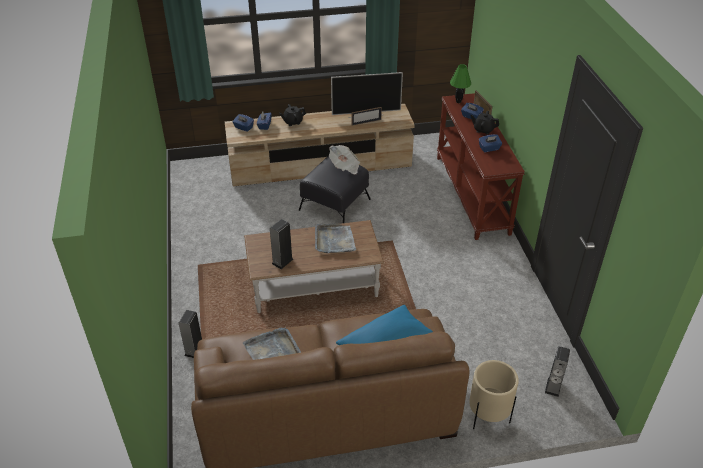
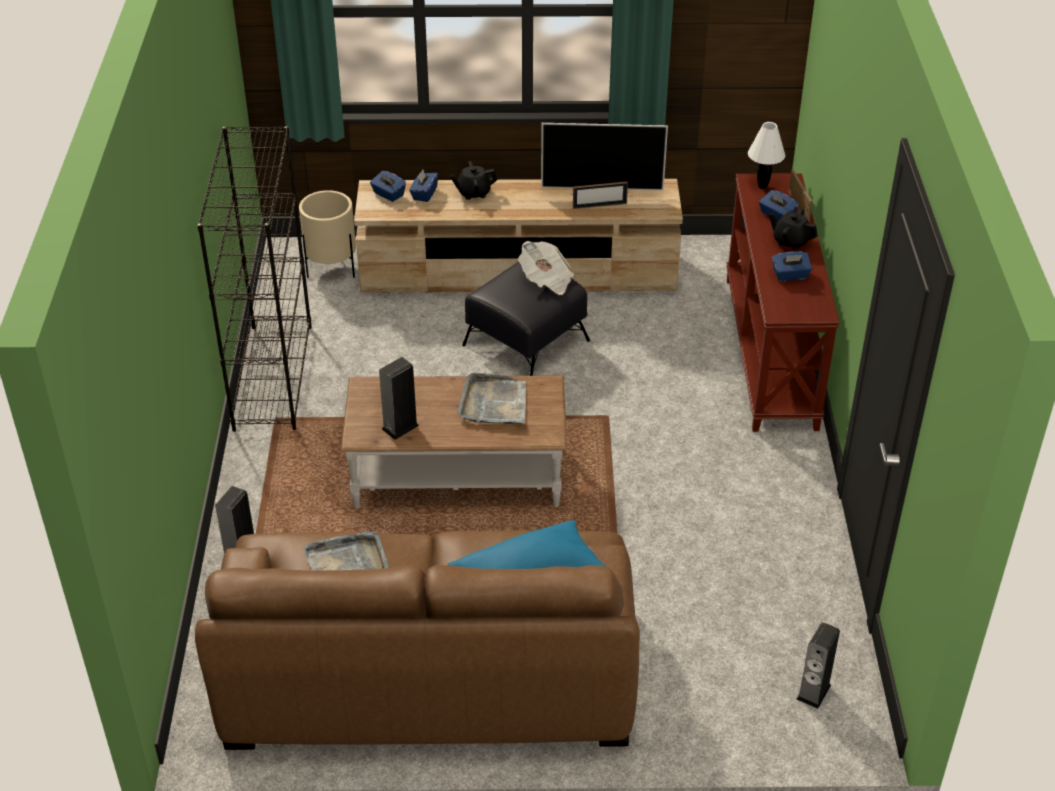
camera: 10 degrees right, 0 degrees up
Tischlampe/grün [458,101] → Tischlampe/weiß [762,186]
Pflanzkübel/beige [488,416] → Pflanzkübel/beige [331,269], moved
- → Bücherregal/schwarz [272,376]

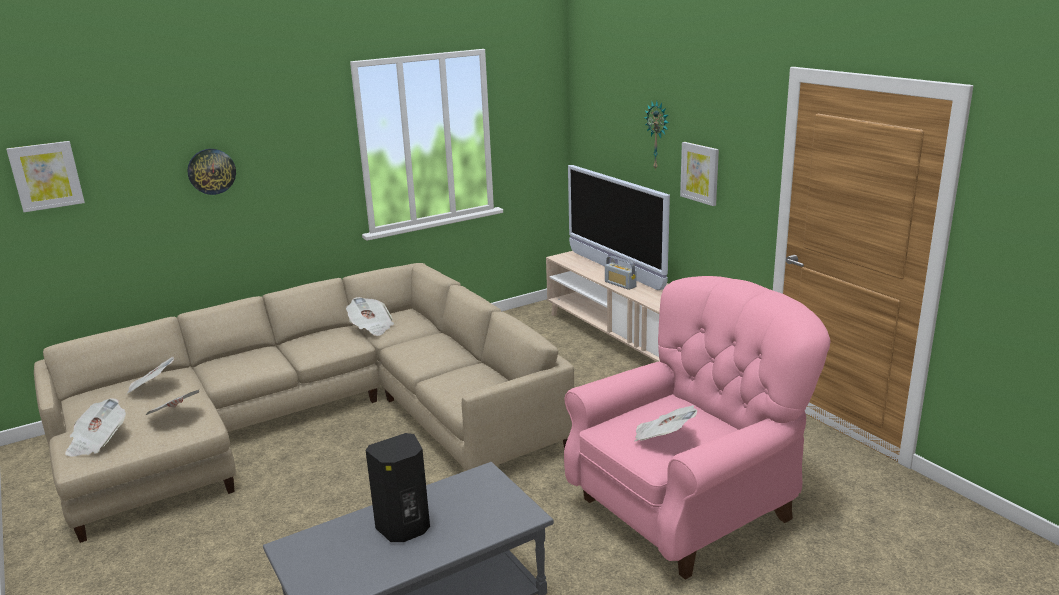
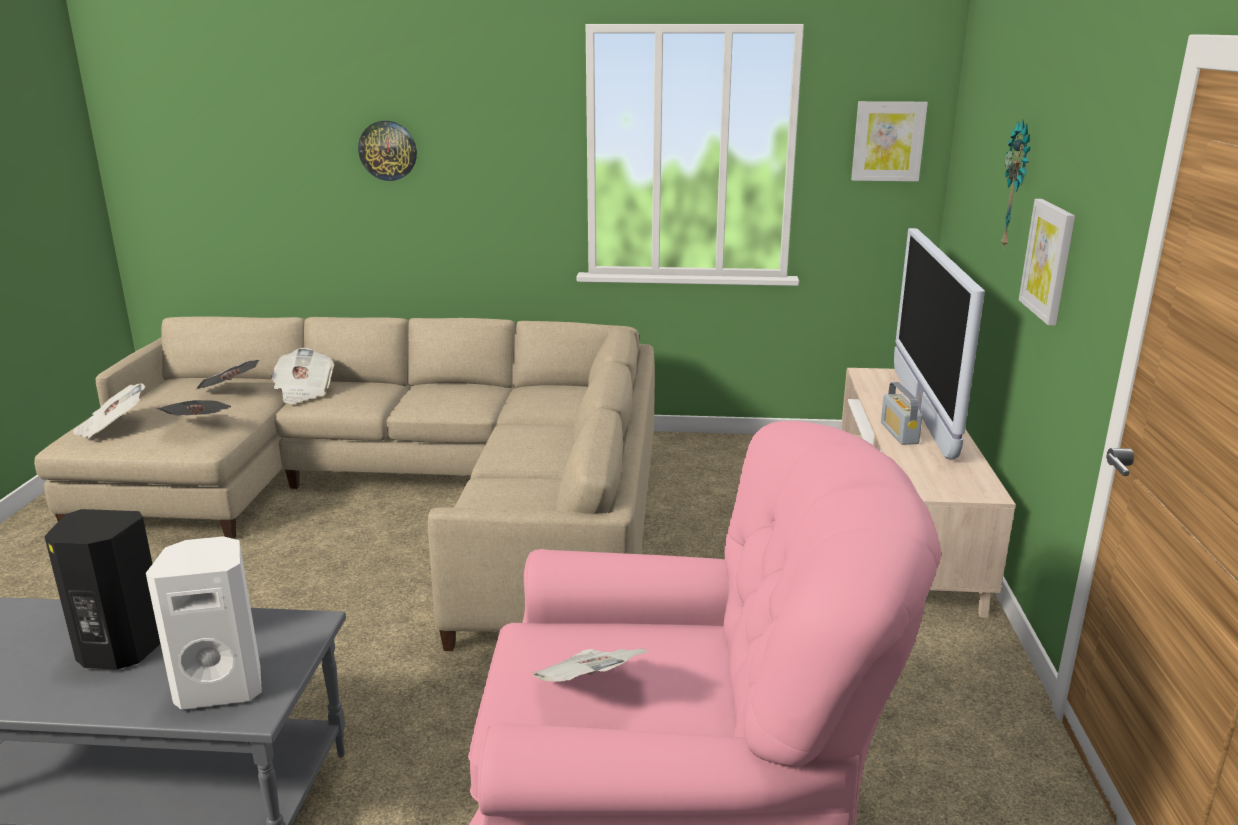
camera: 35 degrees right, 0 degrees up
Bild [46,176] → Bild [888,141], moved
Zeitung [371,327] → Zeitung [303,392], moved
- → Lautsprecher/weiß [222,686]

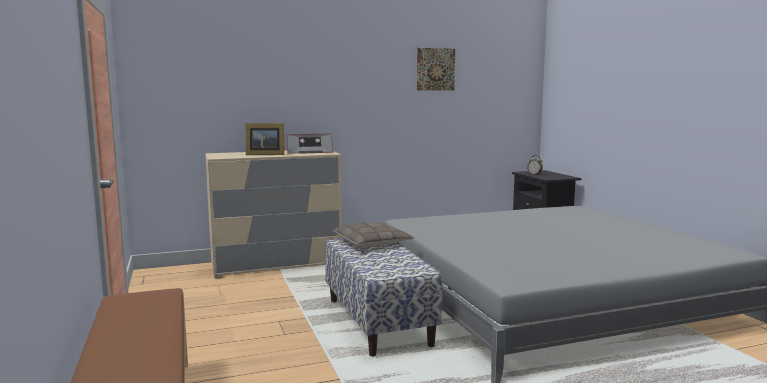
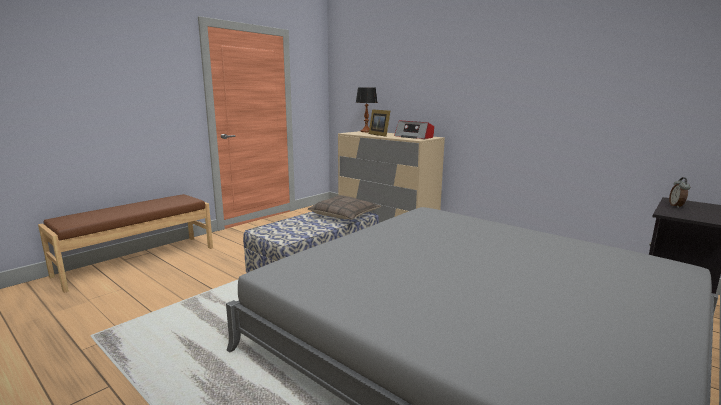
camera: 60 degrees right, 5 degrees up
Bild [435,69] → -
- → Tischlampe [366,131]

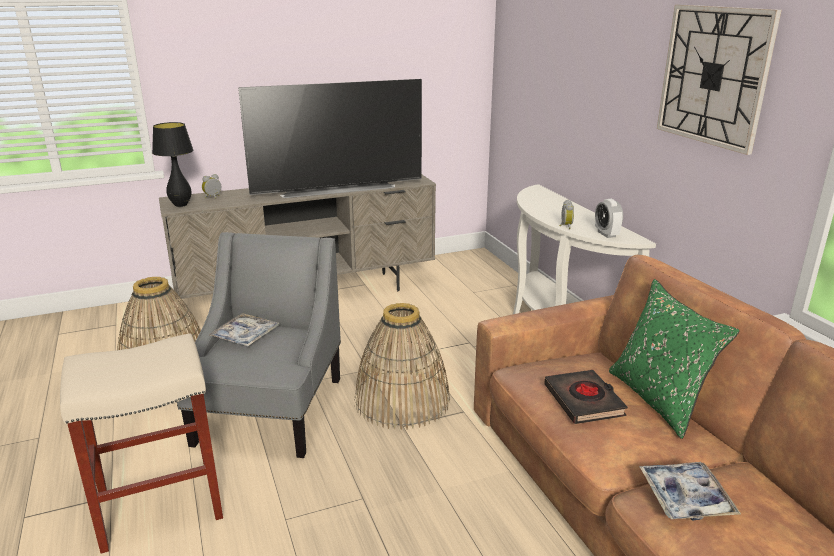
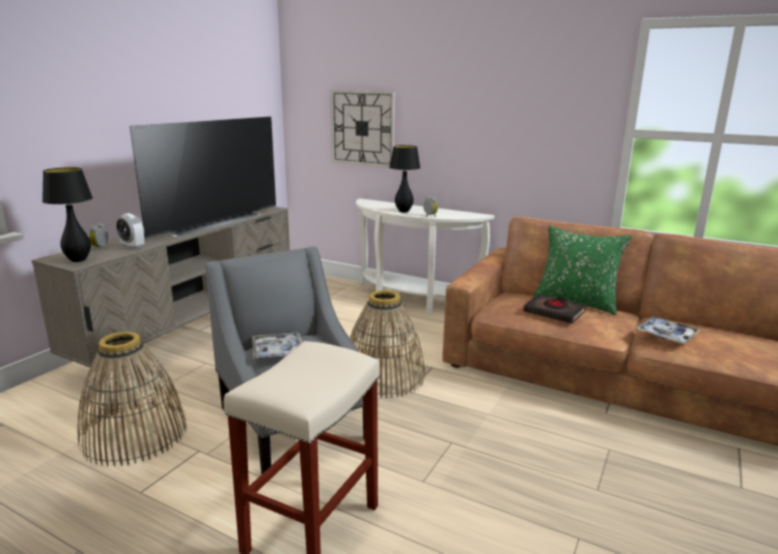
camera: 40 degrees left, 5 degrees down
Wecker [606,234] → Wecker [132,246], moved
Wanduhr [713,76] → Wanduhr [362,128], moved
- → Tischlampe/schwarz [404,211]

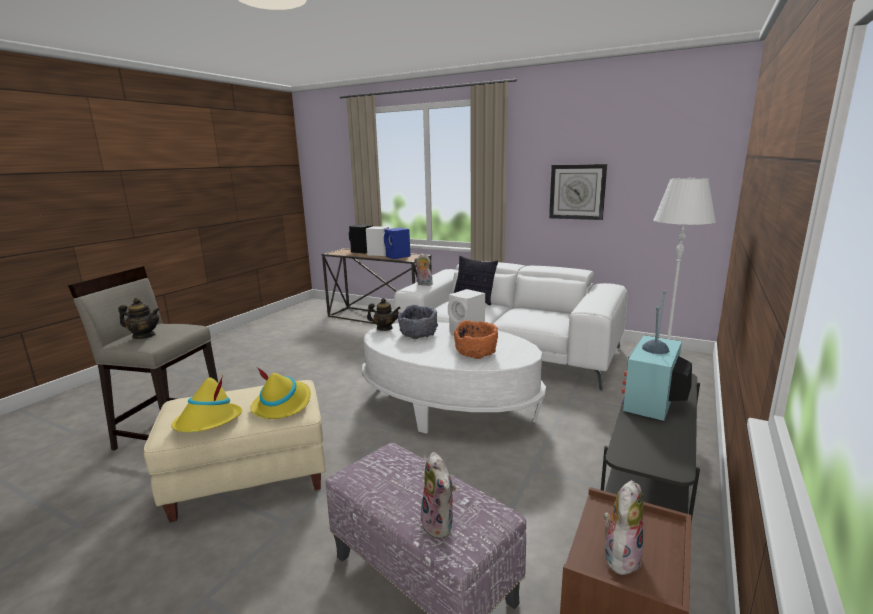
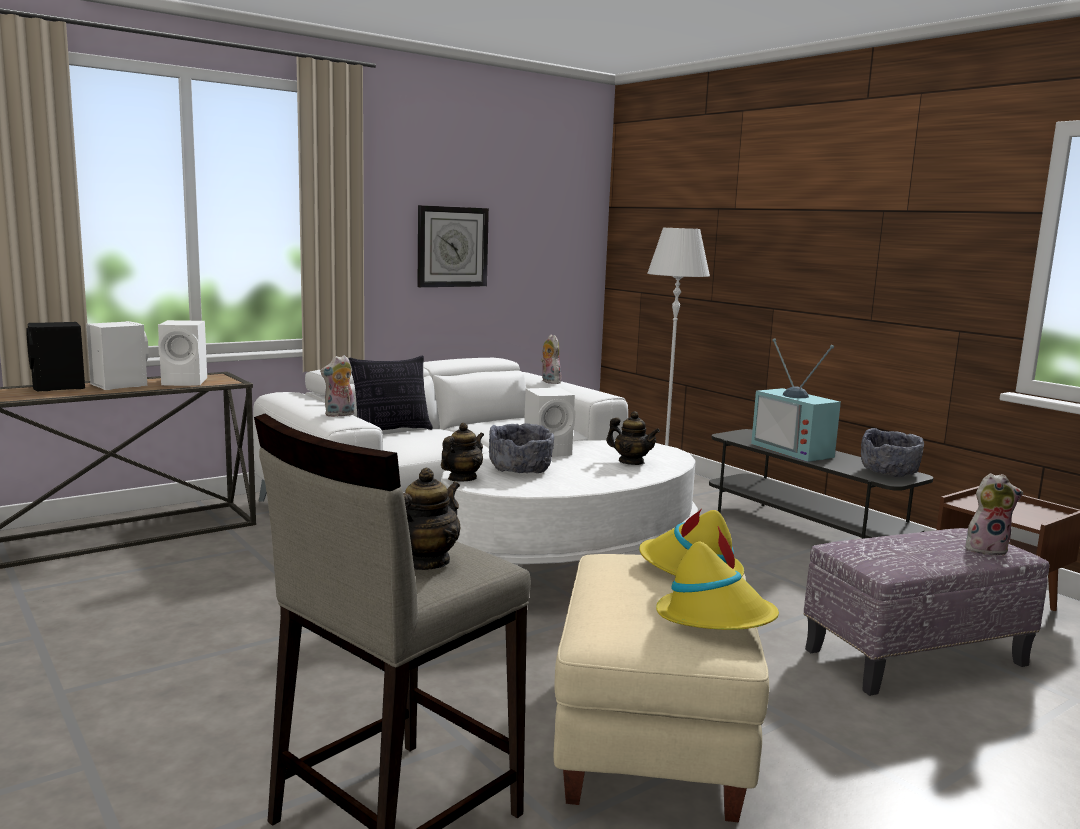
camera: 65 degrees left, 5 degrees down
Lautsprecher/blau [398,257] → Lautsprecher/weiß [186,382]
Schüssel/orange [476,353] → Teekanne [631,462]
Plüschtier [620,556] → Plüschtier [549,382], moved
- → Schüssel/grau [889,472]

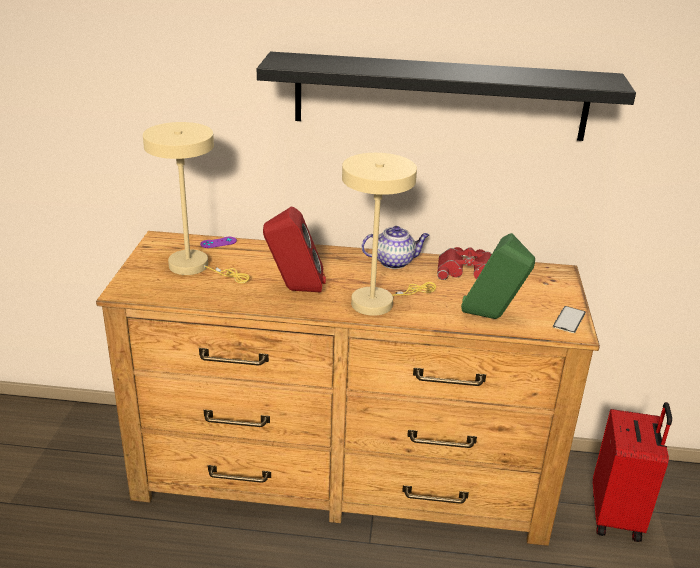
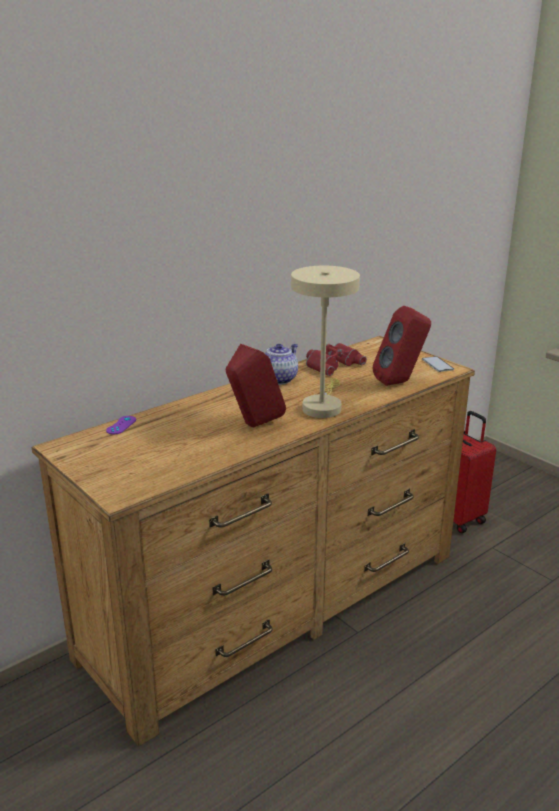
camera: 45 degrees left, 5 degrees down
Tischlampe/beige [195,267] → -
Wandregal/schwarz [440,96] → -
Lautsprecher/grün [492,317] → Lautsprecher/rot [401,382]

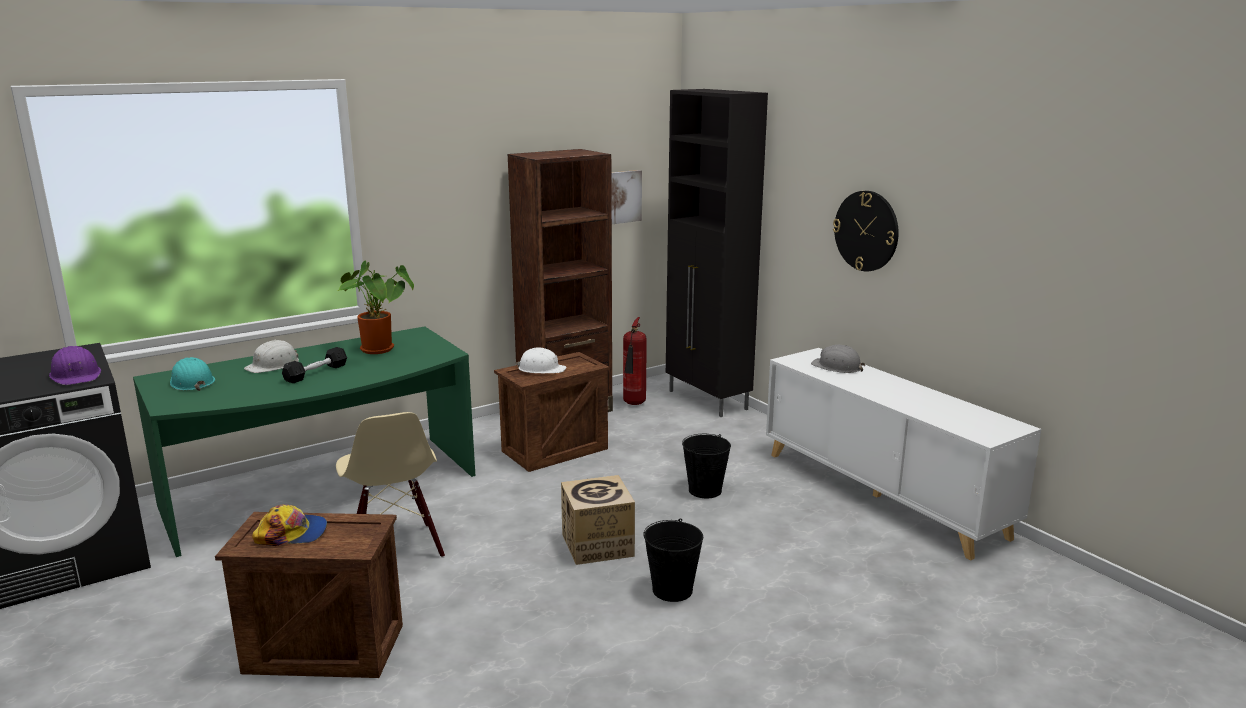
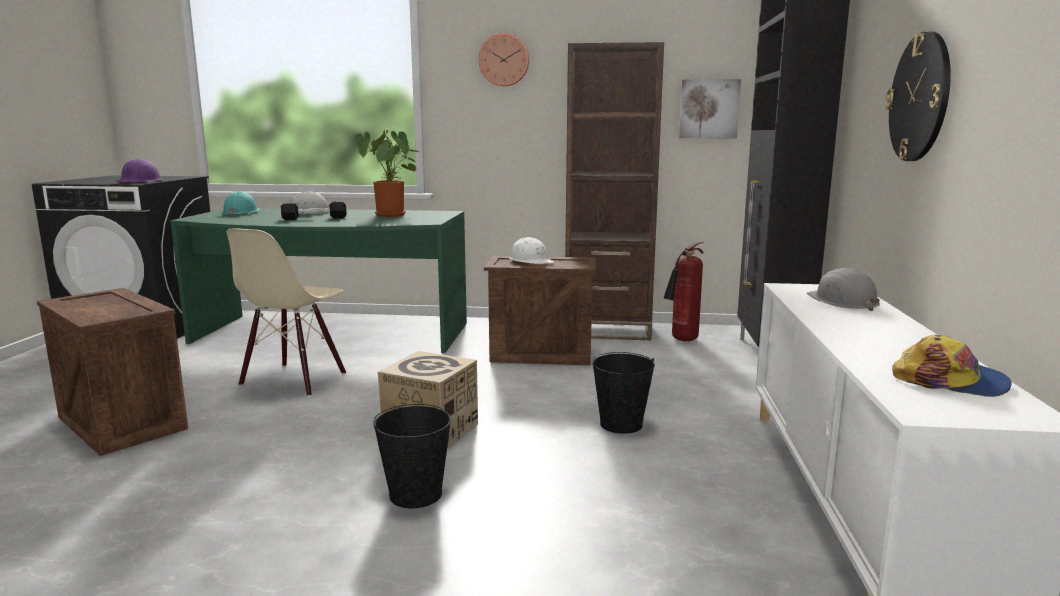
camera: 40 degrees right, 5 degrees down
Kappe [292,533] → Kappe [950,381], moved
- → Wanduhr [504,60]

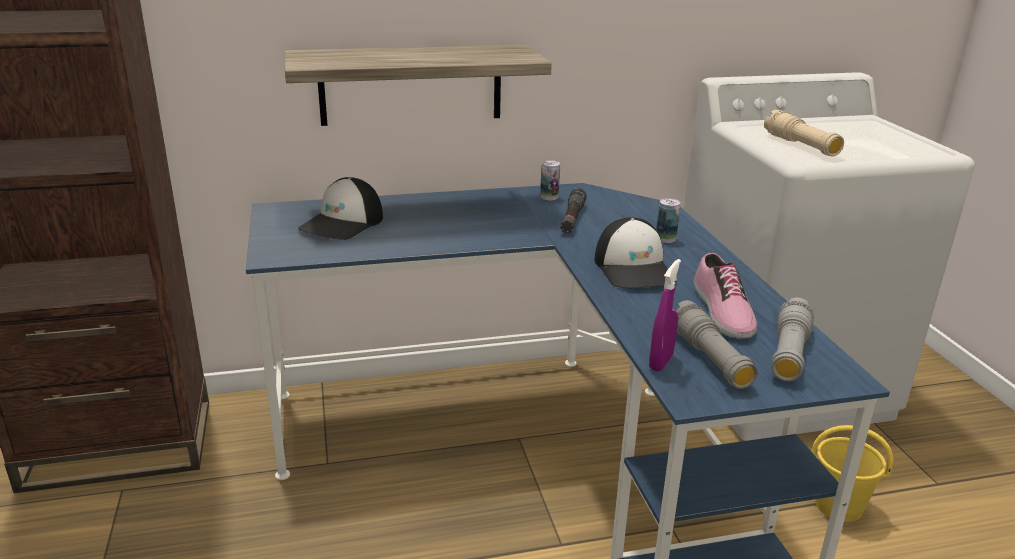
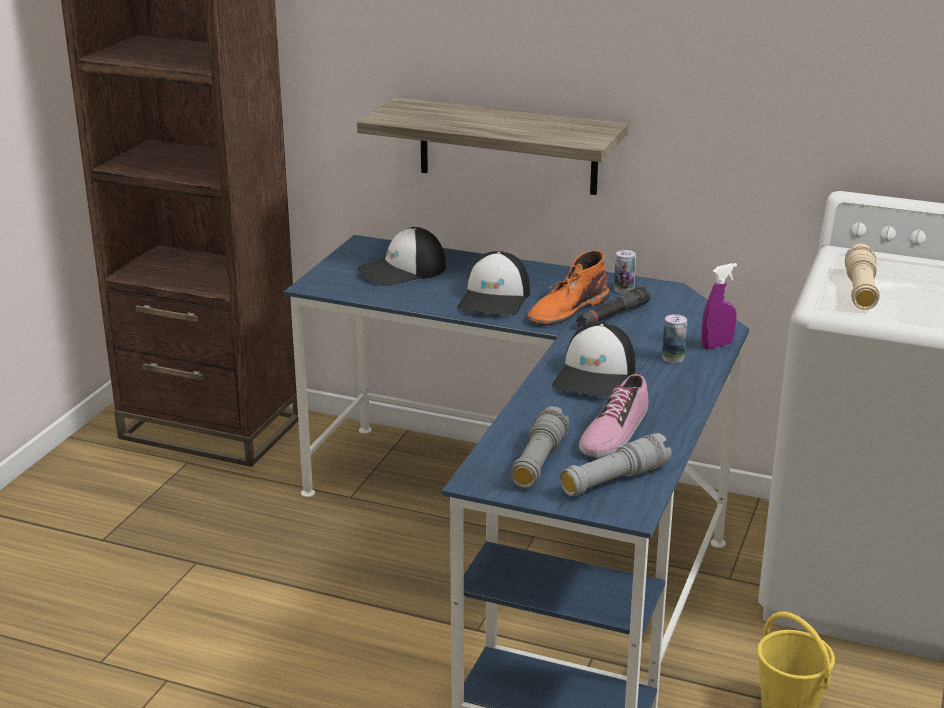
camera: 35 degrees right, 0 degrees up
Sprühflasche/lila [660,362] → Sprühflasche/lila [717,345], moved
- → Kappe [495,299]
- → Stiefel/orange [566,309]

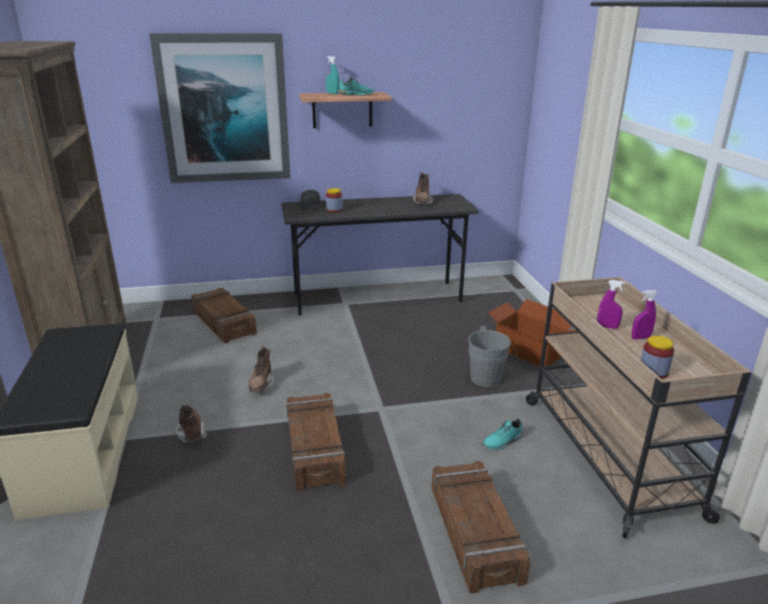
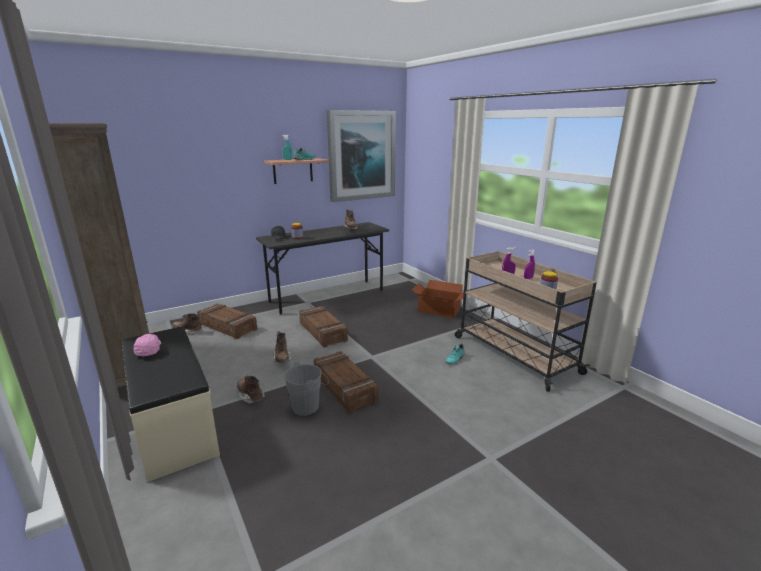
camera: 20 degrees left, 5 degrees down
Bild [225,109] → Bild [361,155], moved
Kiste [476,532] → Kiste [323,331], moved
Eimer/grau [489,378] → Eimer/grau [308,406], moved
- → Kappe/rosa [148,350]
- → Stiefel/braun [188,331]

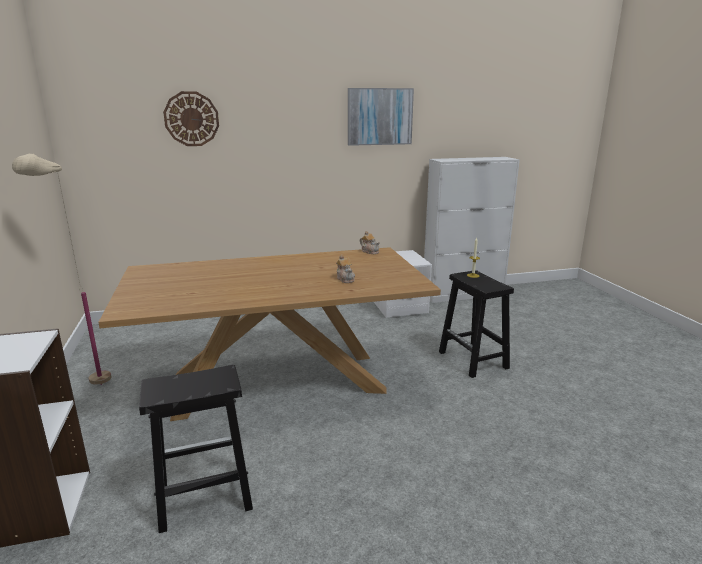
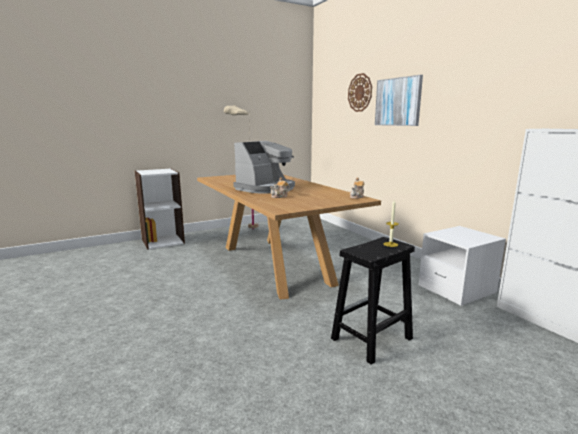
camera: 75 degrees right, 5 degrees down
Hocker/schwarz [202,496] → -
Bild [379,116] → Bild [398,102], moved
- → Kaffeemaschine [266,188]

